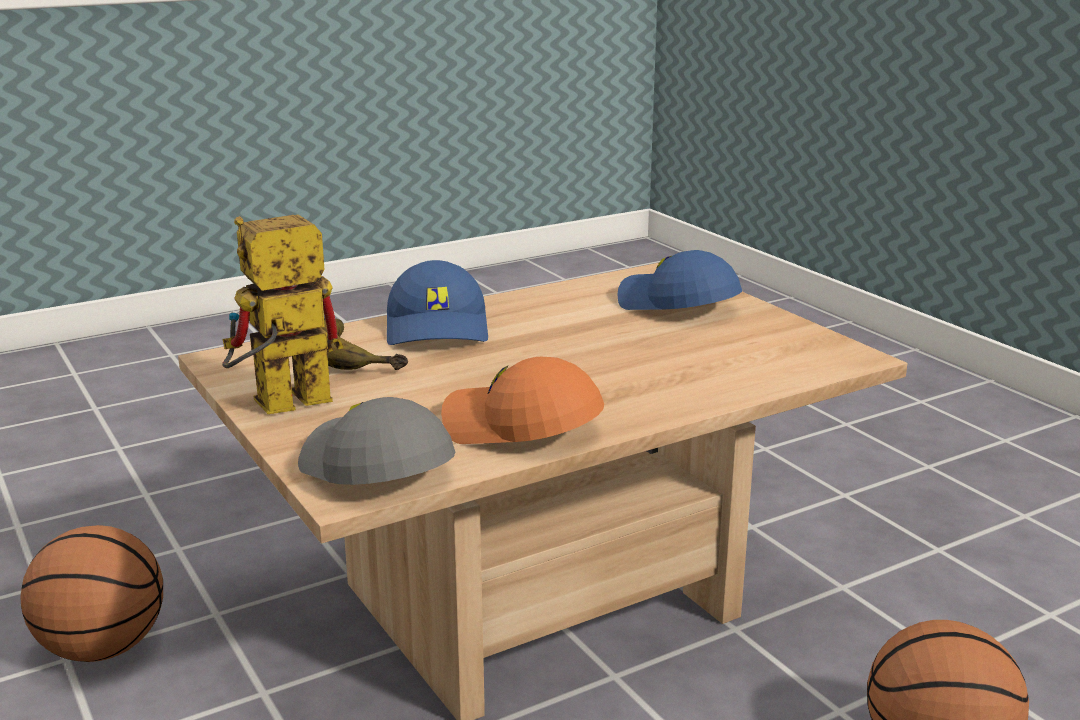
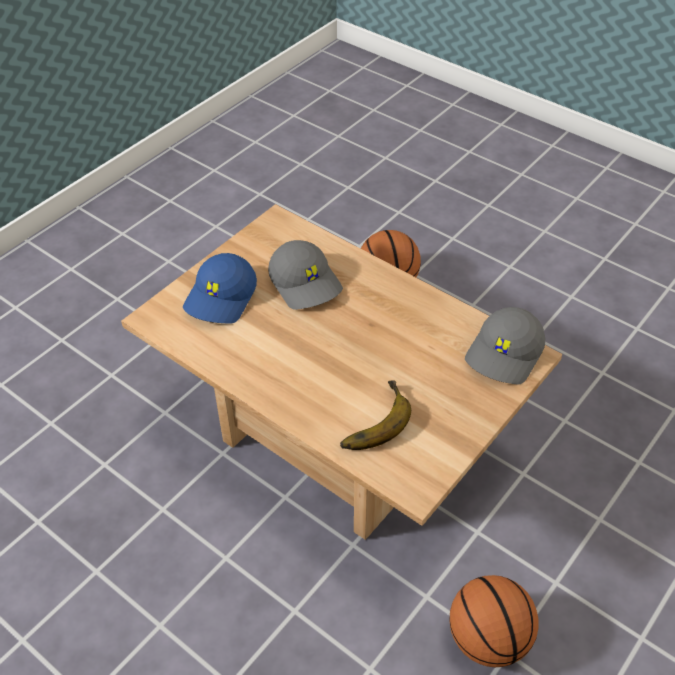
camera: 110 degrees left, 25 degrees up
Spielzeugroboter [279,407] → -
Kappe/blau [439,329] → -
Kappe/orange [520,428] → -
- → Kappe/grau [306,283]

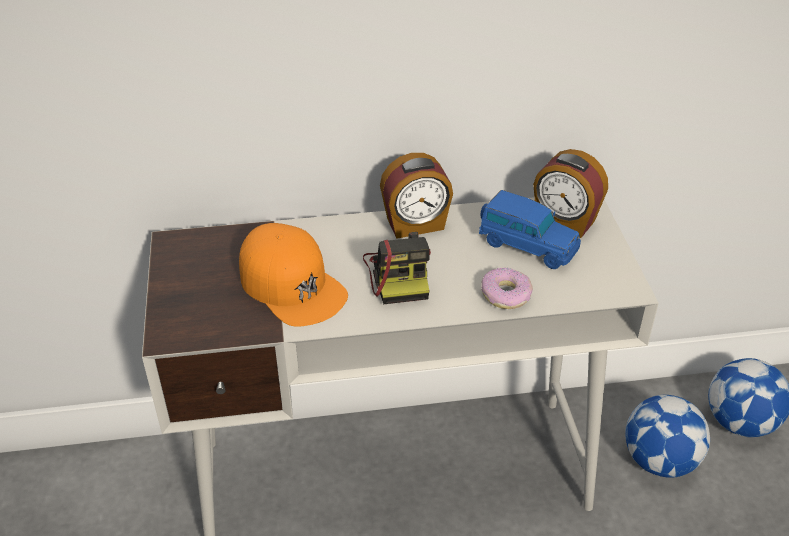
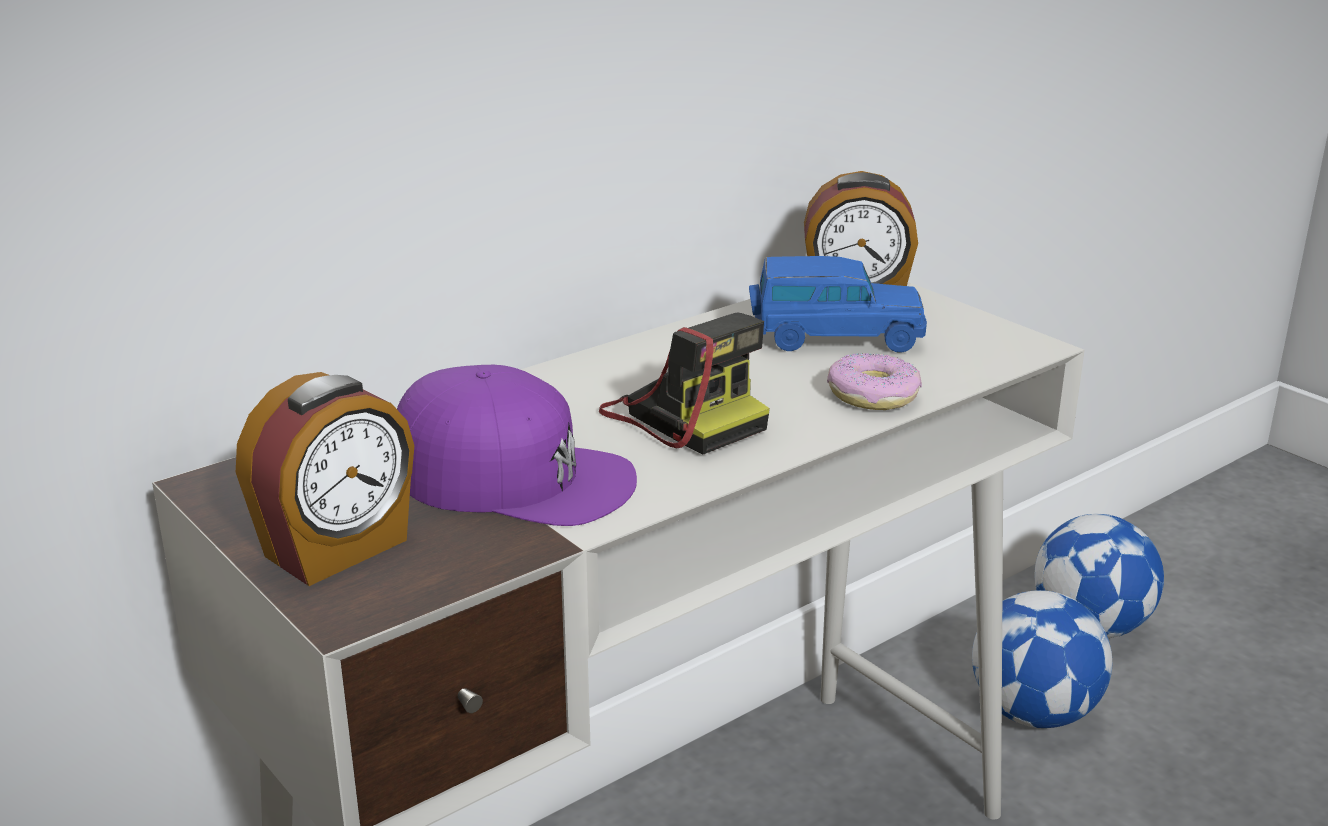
camera: 30 degrees left, 15 degrees down
Kappe/orange [292,284] → Kappe/lila [514,476]
Wecker [415,225] → Wecker [338,550], moved

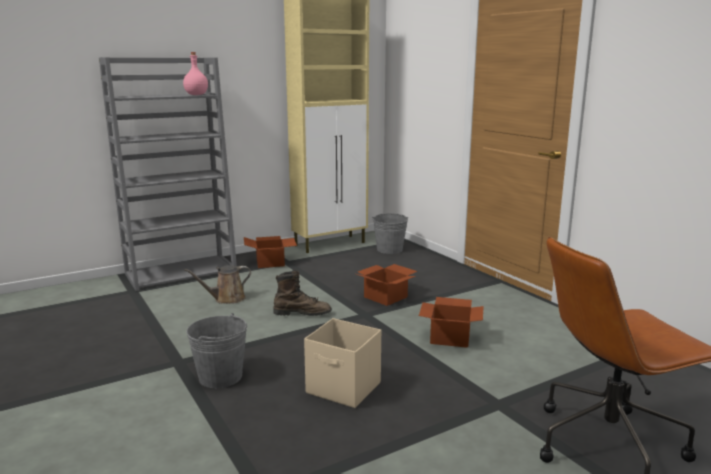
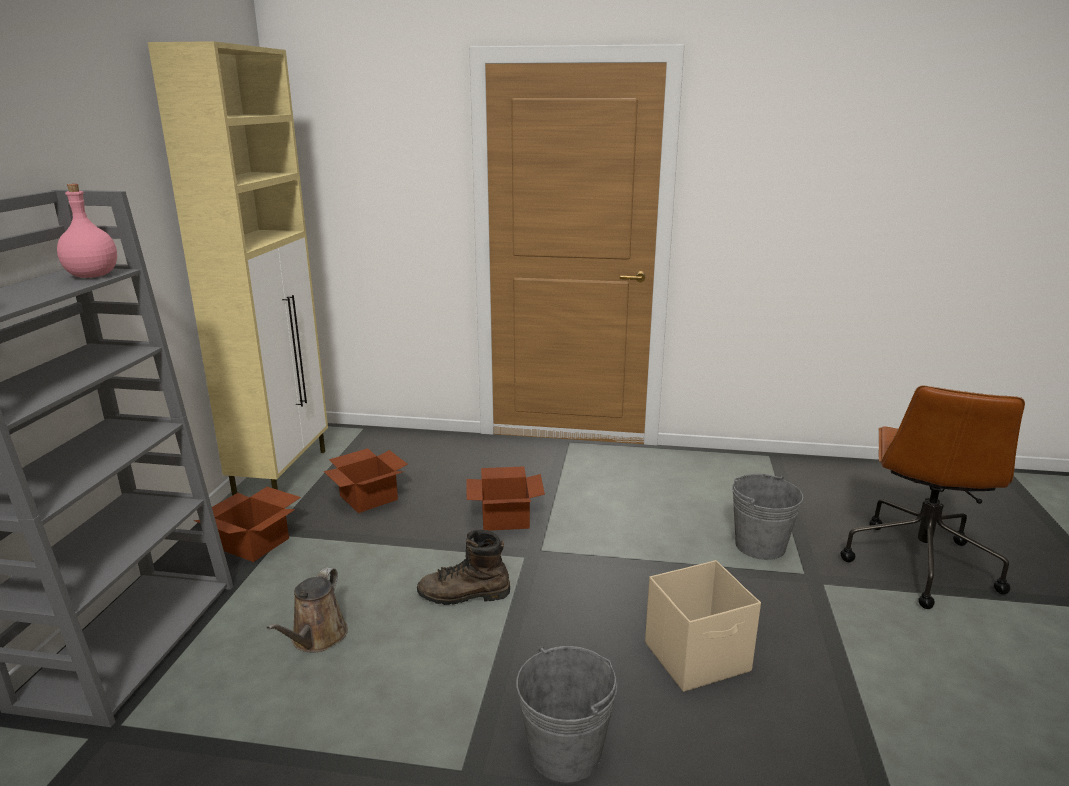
camera: 50 degrees left, 5 degrees up
Stiefel/braun [302,313] → Stiefel/braun [464,595], 135 degrees counterclockwise
Eimer/grau [389,250] → Eimer/grau [760,545], moved
Karton [451,337] → Karton [369,497], moved

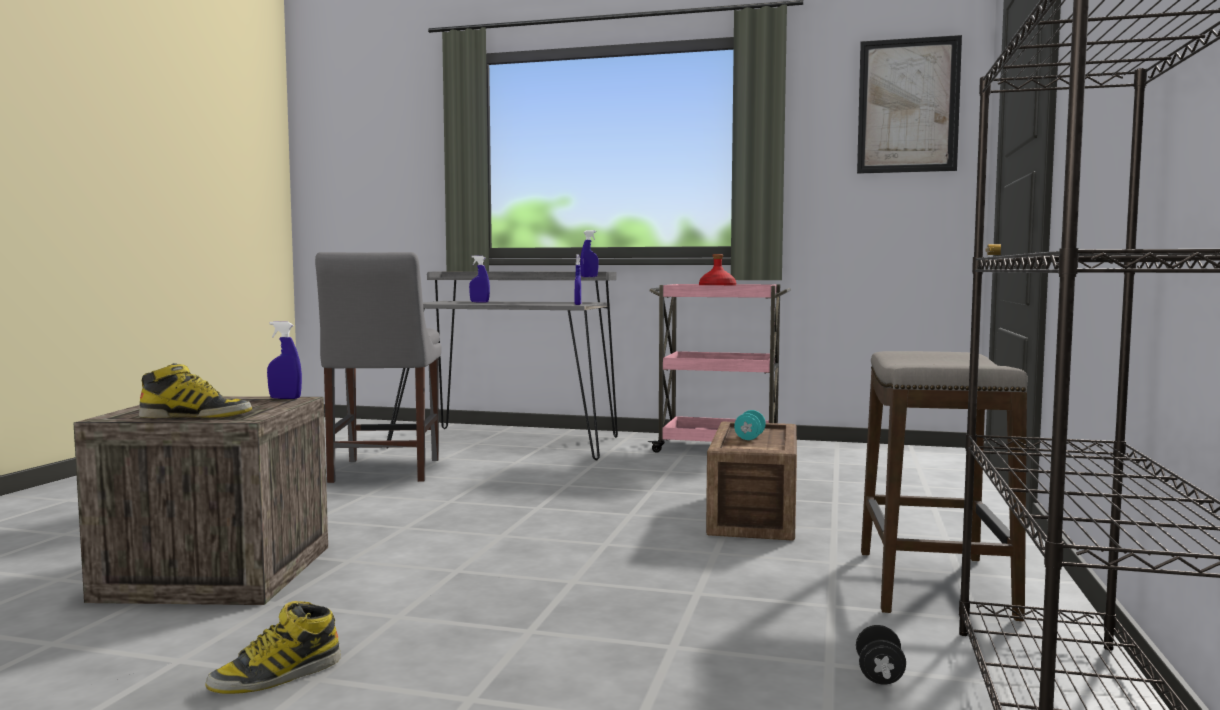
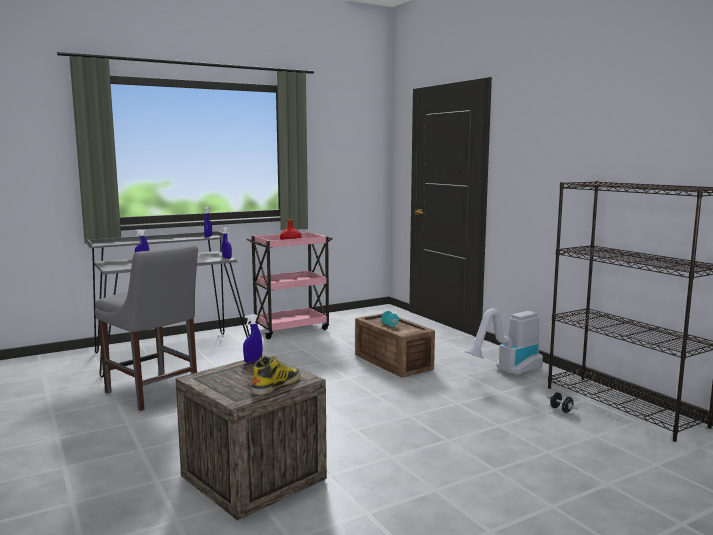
camera: 45 degrees left, 5 degrees up
Stiefel [276,676] → -
Bild [908,106] → -
Hocker [934,584] → Staubsauger [507,373]

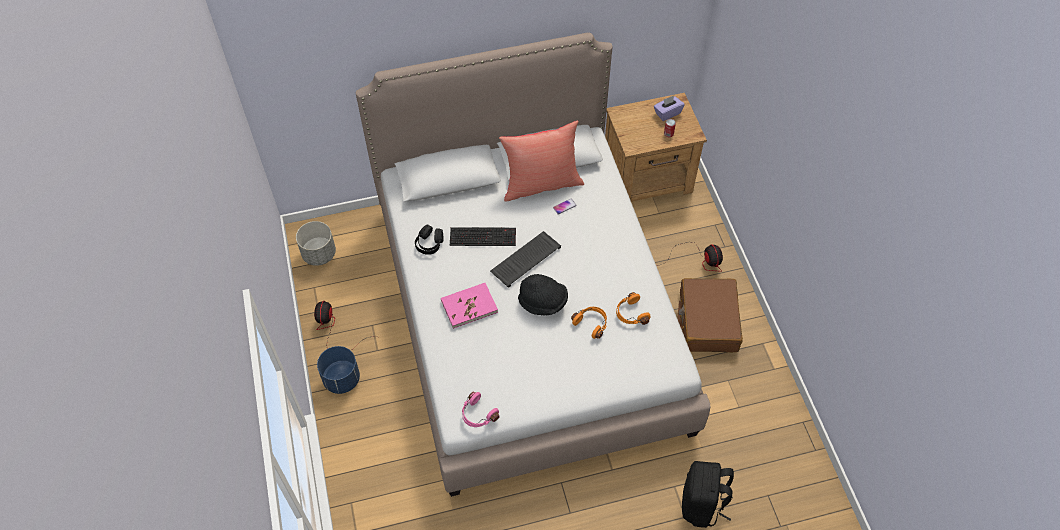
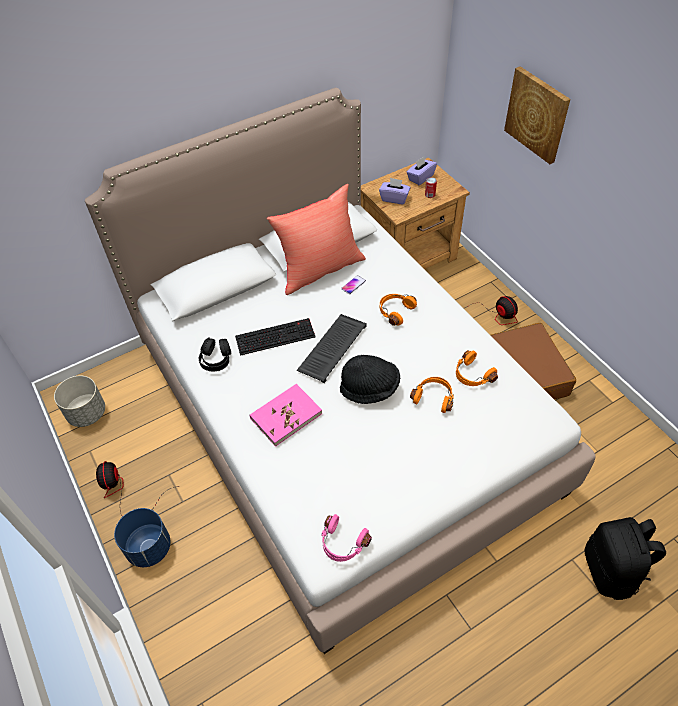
camera: 15 degrees left, 5 degrees down
- → Taschentuchbox/lila [394,198]
- → Kopfhörer/orange [395,311]
- → Bild [537,114]

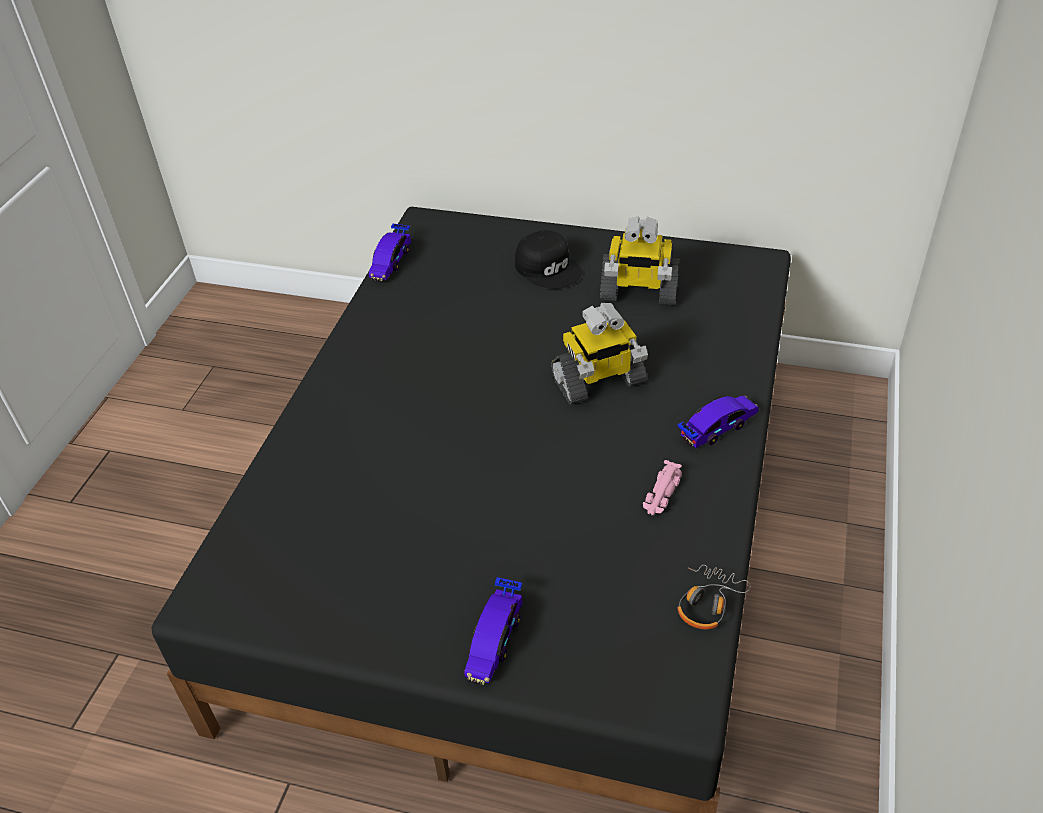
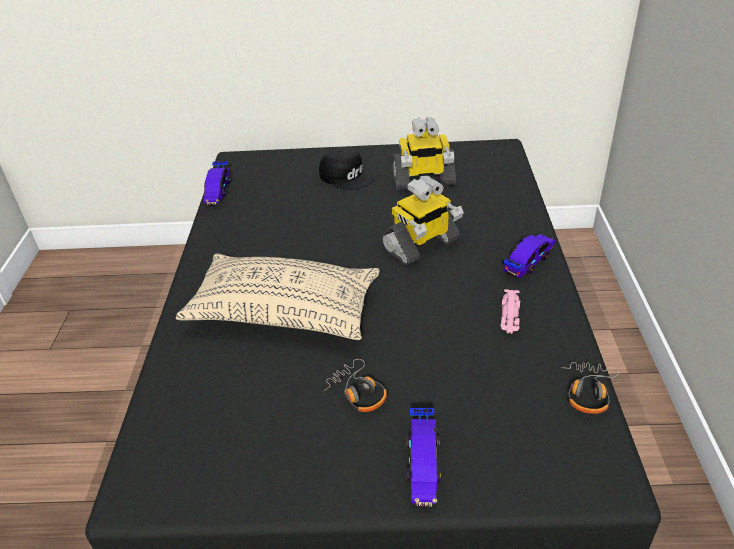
camera: 15 degrees left, 5 degrees down
- → Kissen/beige [284,311]
- → Kopfhörer [358,392]

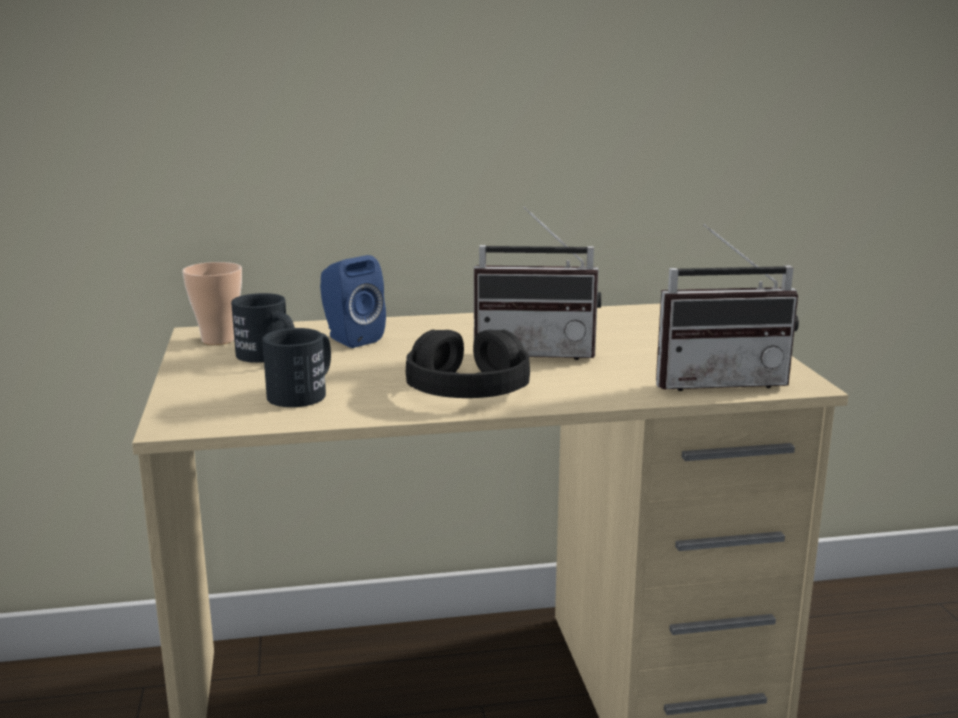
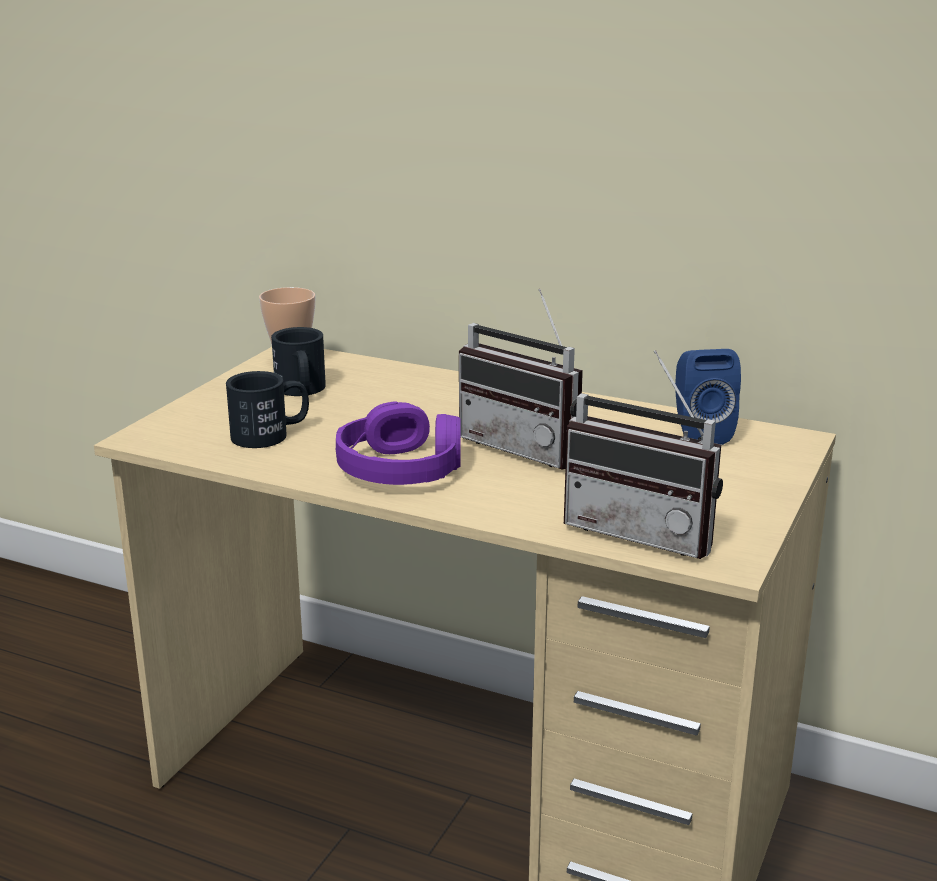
camera: 35 degrees right, 5 degrees up
Lautsprecher/blau [350,339] → Lautsprecher/blau [699,433], moved
Kopfhörer/schwarz [468,388] → Kopfhörer/lila [401,469]

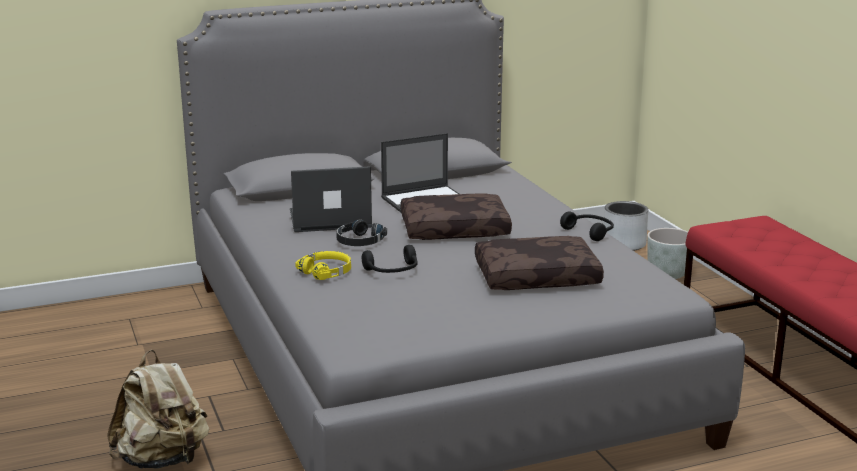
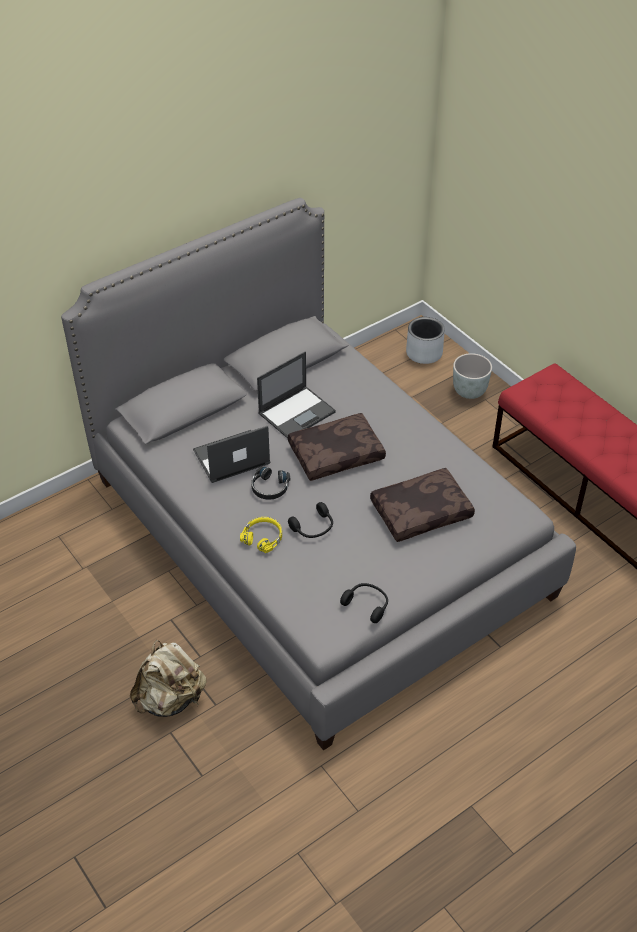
camera: 15 degrees left, 25 degrees up
Kopfhörer/schwarz [590,232] → Kopfhörer/schwarz [367,604], moved

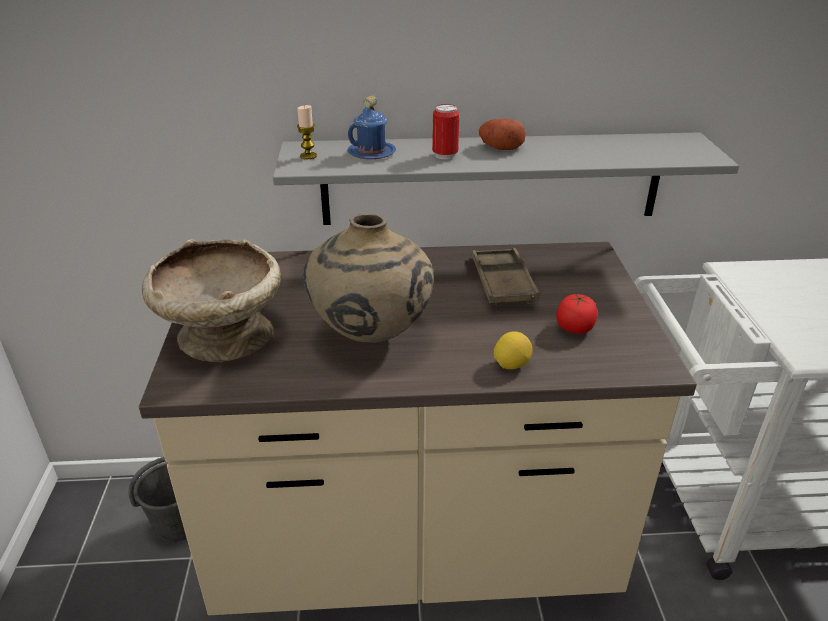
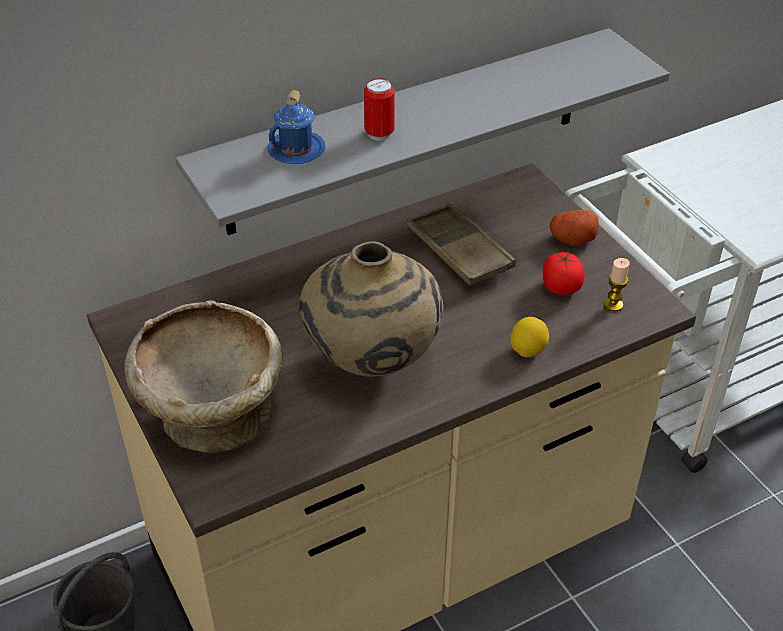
camera: 25 degrees left, 10 degrees up
Kerze [308,156] → Kerze [613,305], moved
Kartoffel [500,147] → Kartoffel [572,239], moved

